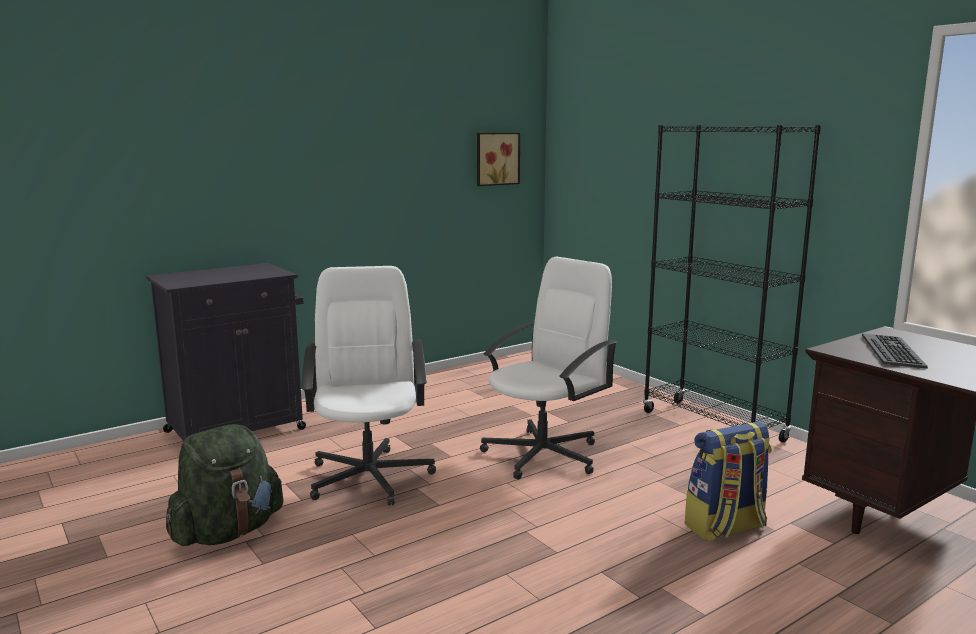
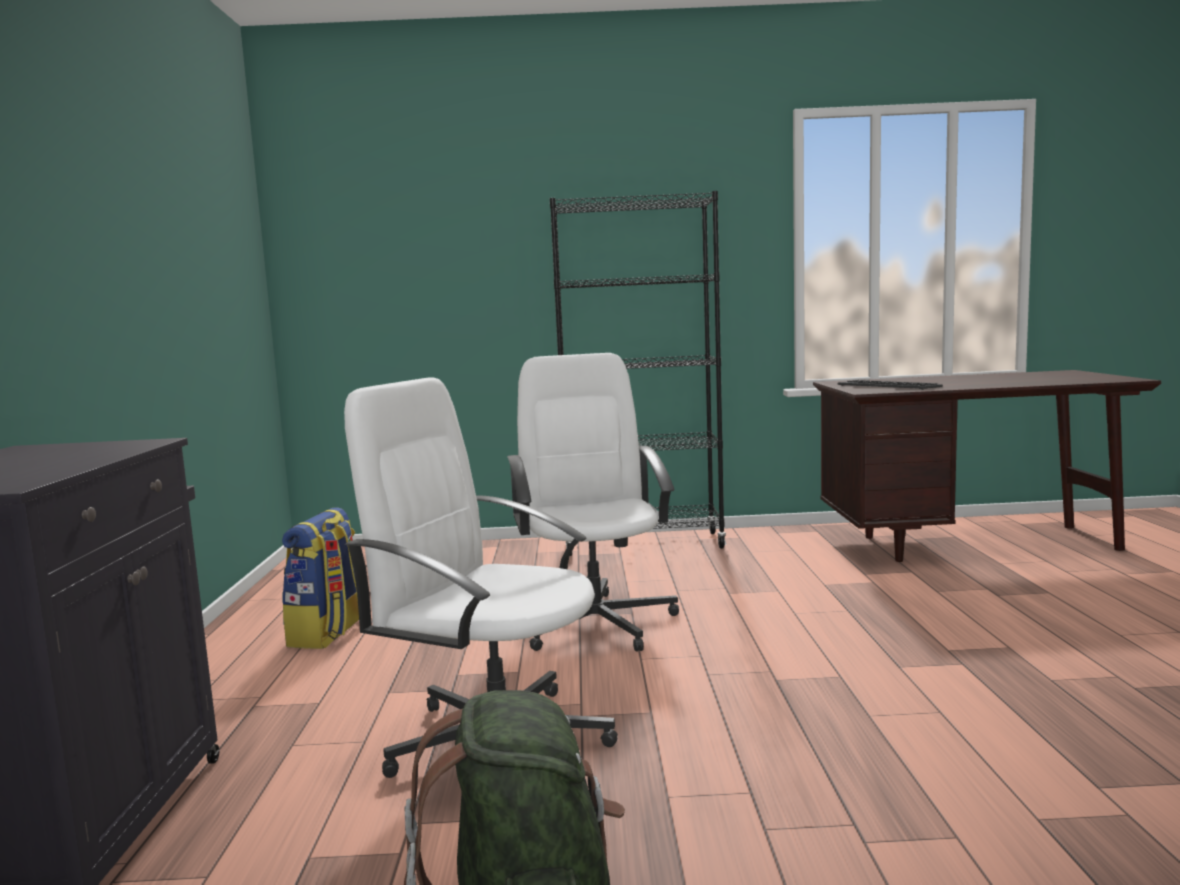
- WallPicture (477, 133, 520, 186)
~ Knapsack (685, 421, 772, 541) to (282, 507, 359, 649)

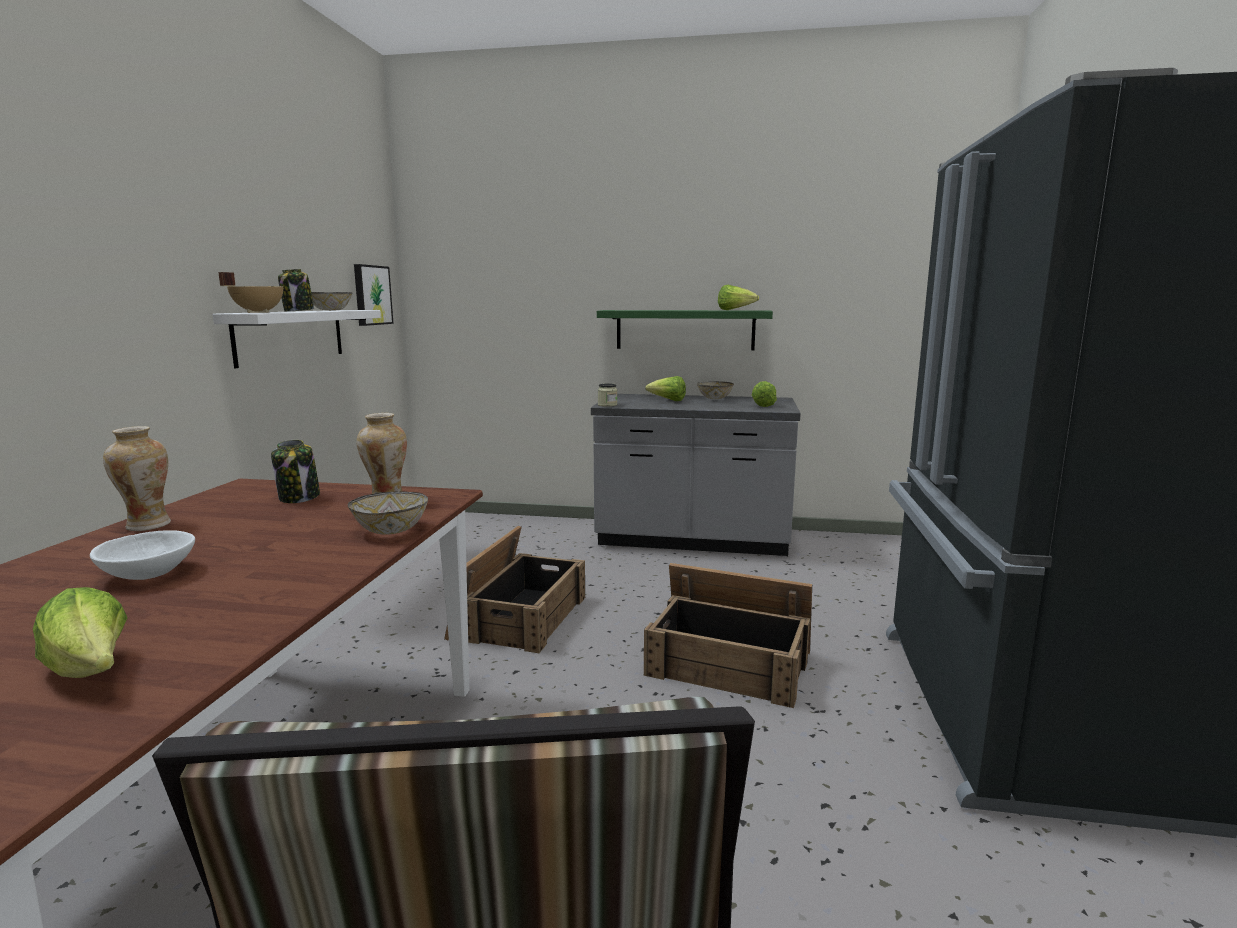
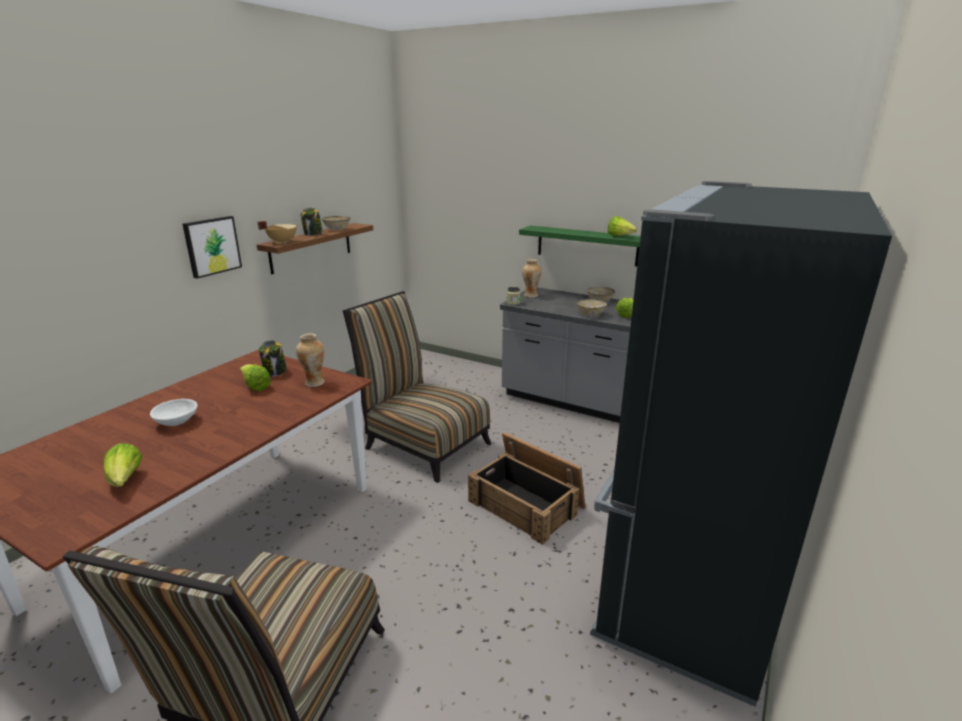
~ DecorativeVase (103, 426, 171, 531) to (522, 259, 541, 298)
~ ServingBowl (348, 491, 428, 535) to (576, 299, 607, 316)
~ WallPicture (354, 264, 393, 326) to (182, 216, 242, 279)
~ Lettuce (645, 376, 686, 401) to (240, 364, 271, 391)
~ PackingCrate (444, 526, 585, 653) to Chair (343, 291, 491, 483)
~ WhiteColouredShelf (213, 310, 381, 368) to BrownishShelf (257, 223, 373, 274)

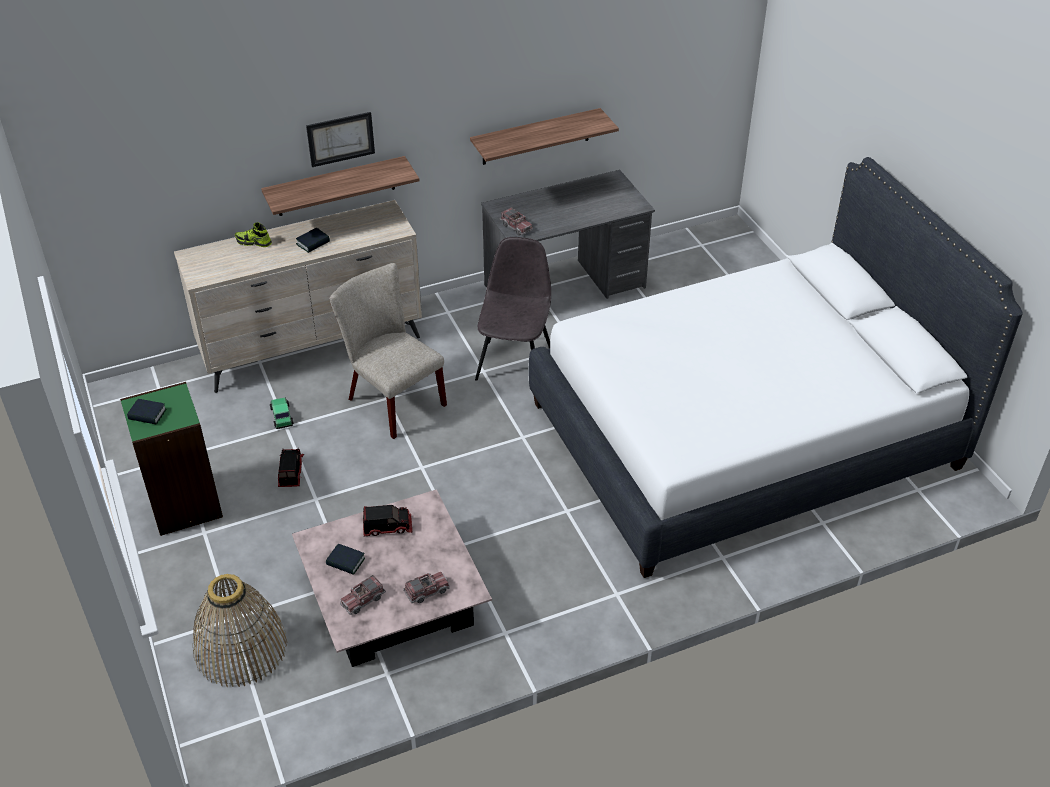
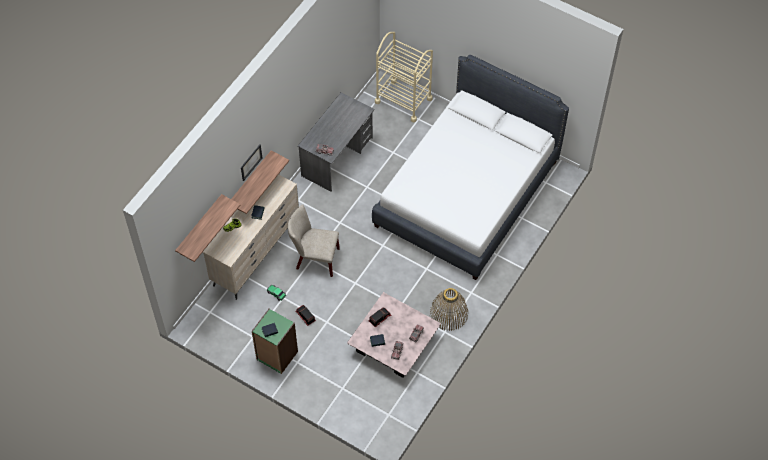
- GreyishChair (475, 237, 551, 381)
+ BeigeColouredCart (375, 32, 433, 122)
~ Basket (193, 574, 287, 687) to (430, 288, 468, 331)
~ Shelf (470, 108, 619, 165) to (175, 194, 240, 262)

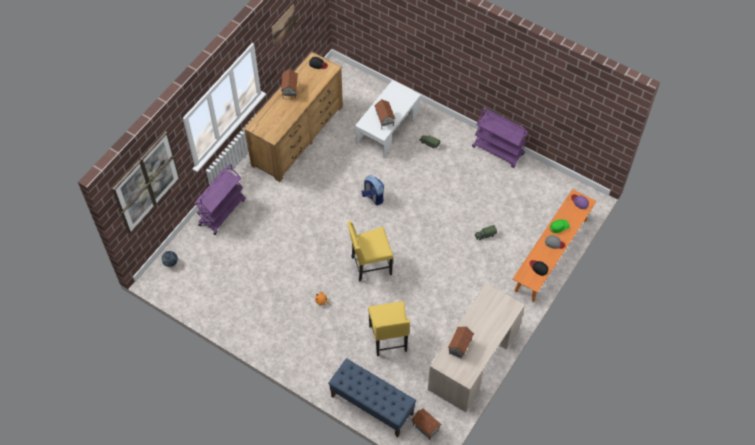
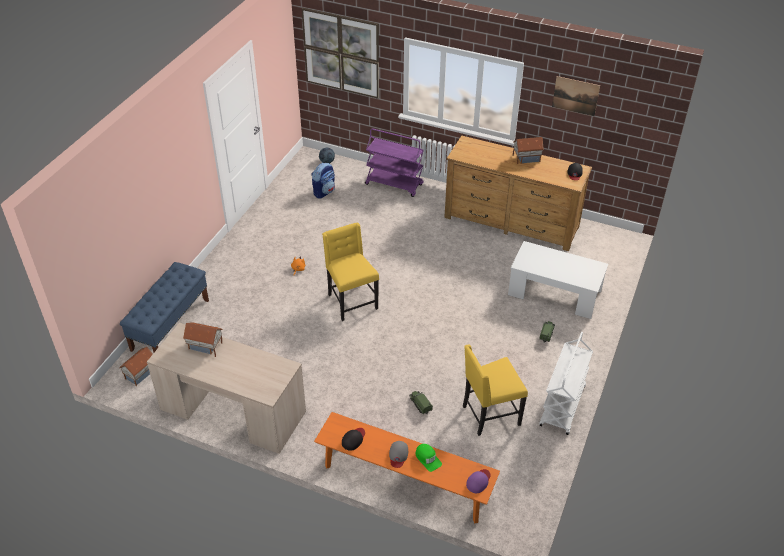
- ToyHouse (374, 99, 396, 130)
~ Knapsack (362, 175, 384, 205) to (311, 163, 335, 198)
~ YellowishChair (368, 301, 410, 356) to (463, 345, 528, 436)
~ PurpleCart (472, 108, 528, 168) to WhiteColouredCart (539, 332, 593, 435)

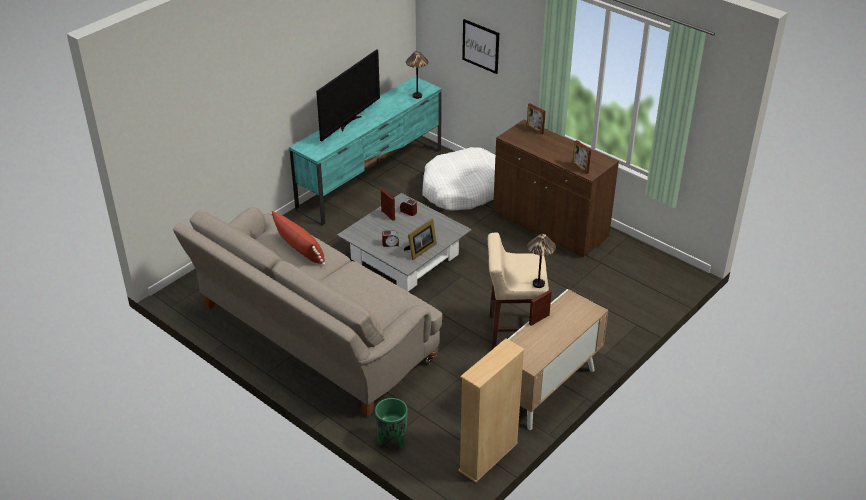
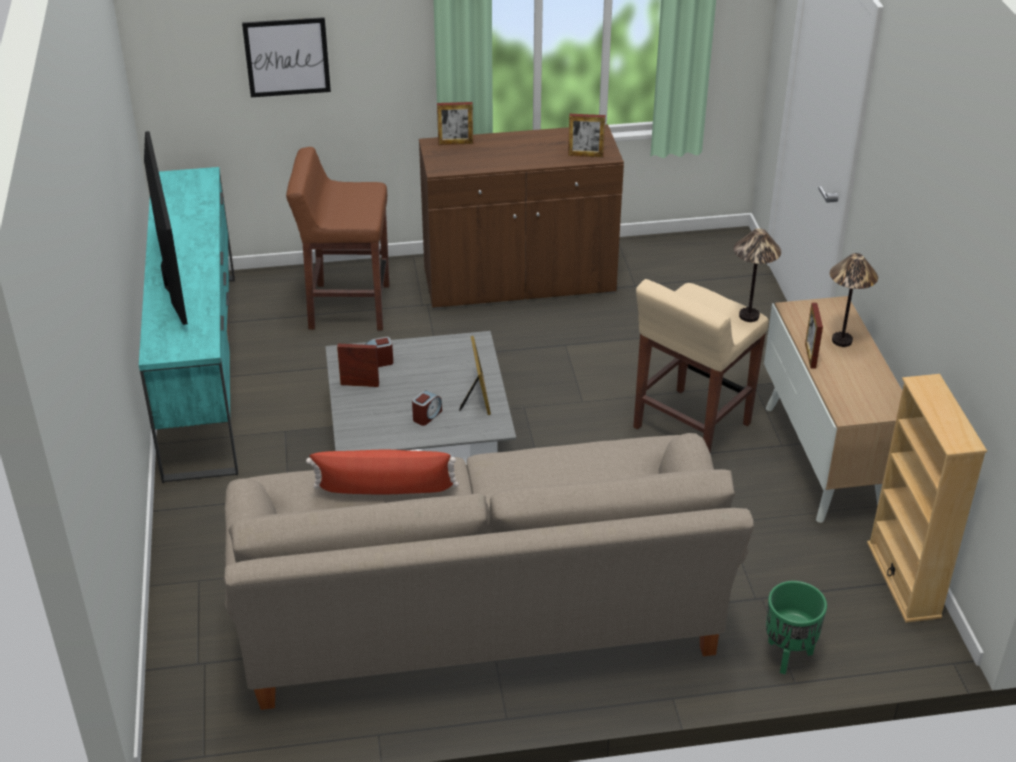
~ TableLamp (406, 51, 428, 99) to (830, 253, 878, 347)
~ WhiteColouredPetBed (422, 147, 495, 210) to BrownishStool (286, 147, 389, 331)

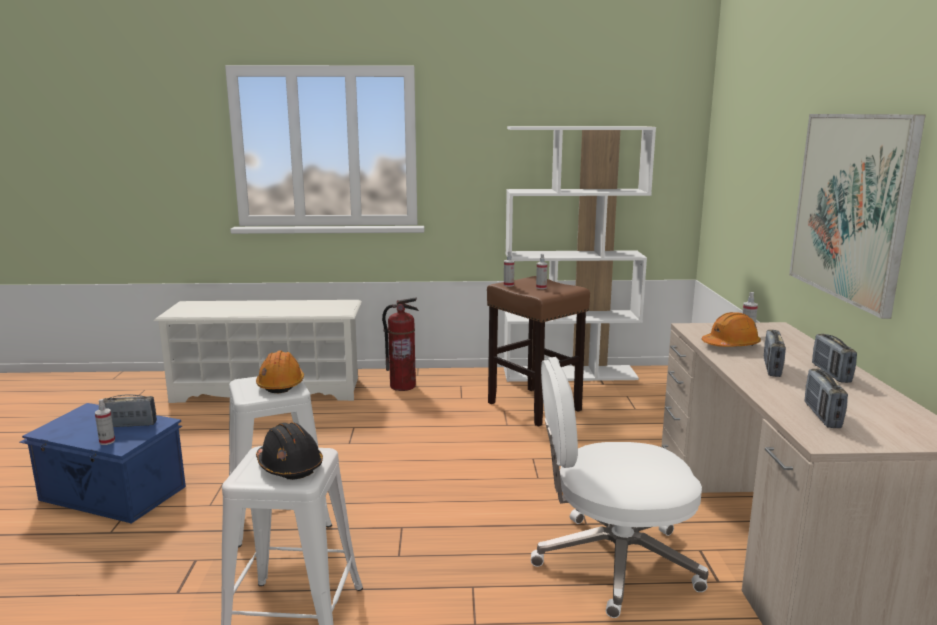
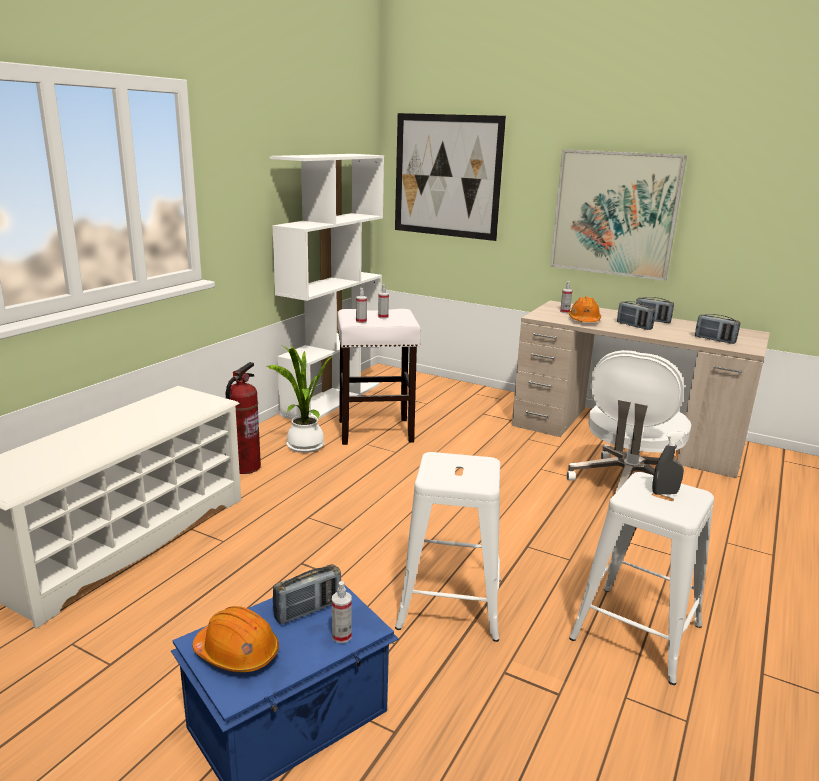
+ PlantInAPot (266, 345, 333, 453)
+ WallPicture (395, 113, 506, 241)
~ OrangeyWorkHelmet (256, 350, 304, 393) to (193, 606, 279, 672)
~ BlackColouredWorkHelmet (256, 422, 323, 480) to GreyishHandSprayer (652, 432, 688, 495)
~ BrownishStool (487, 276, 590, 427) to WhiteColouredStool (338, 309, 421, 445)
~ RadioReceiver (103, 394, 157, 427) = (273, 564, 341, 625) 150 degrees counterclockwise

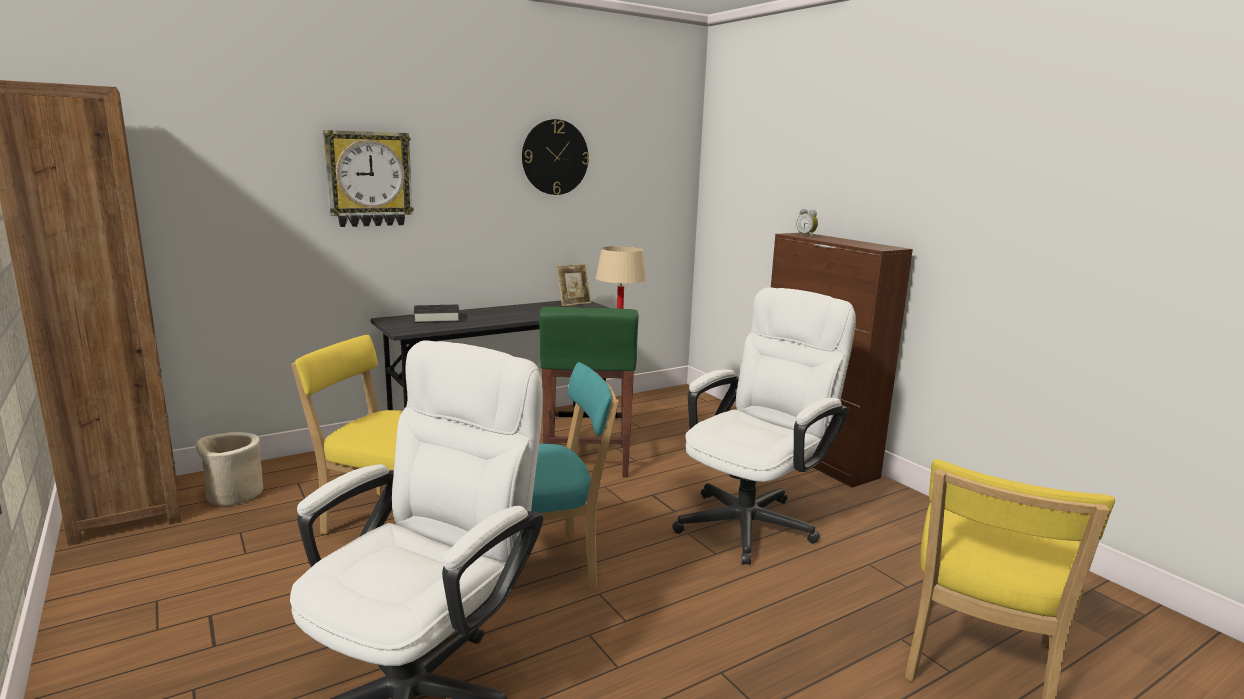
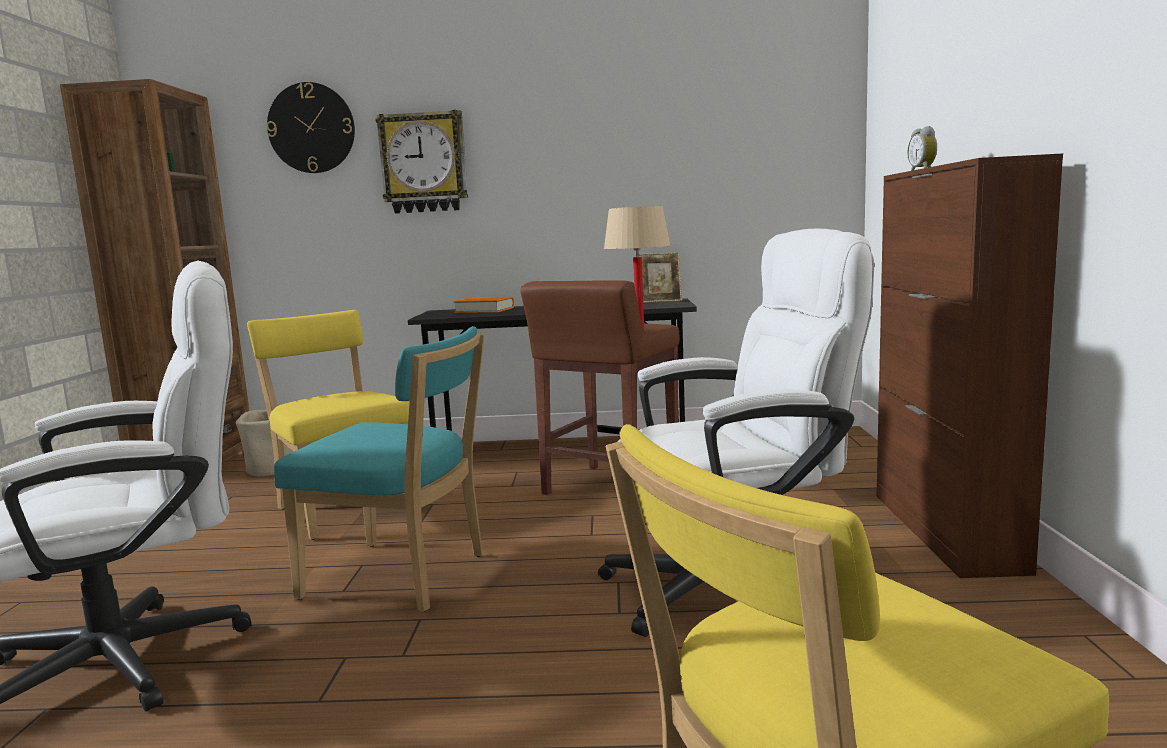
~ WallClock (522, 119, 589, 195) to (266, 82, 355, 173)
~ BlackColouredBook (414, 304, 460, 323) to OrangeyBook (453, 297, 514, 313)
~ GreenishStool (539, 307, 639, 477) to BrownishStool (520, 280, 679, 495)

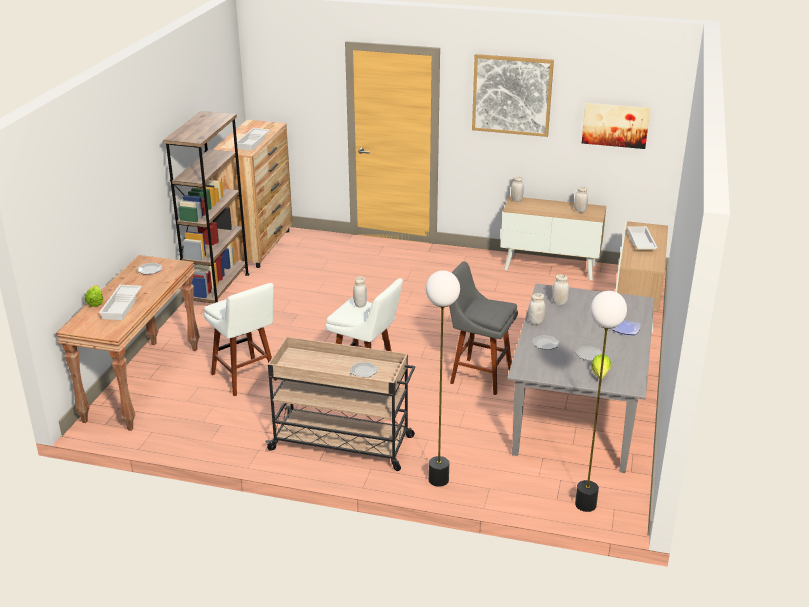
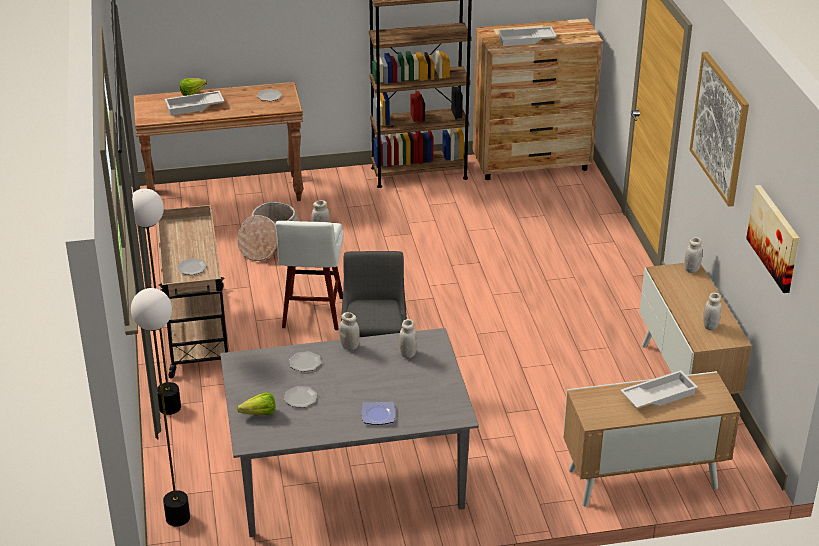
~ WhiteColouredStool (204, 283, 278, 396) to Basket (237, 202, 300, 261)

